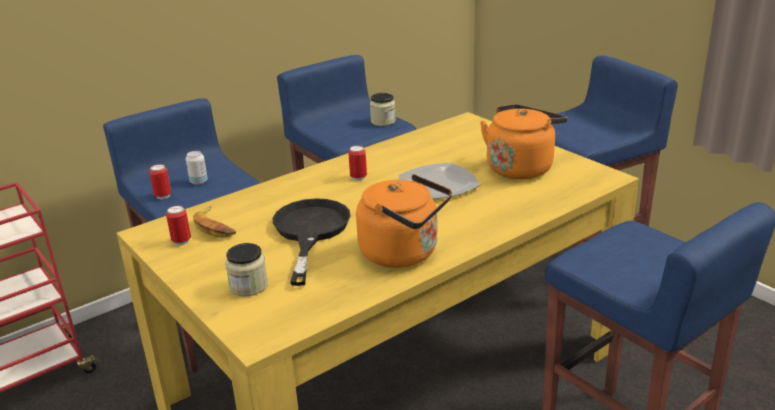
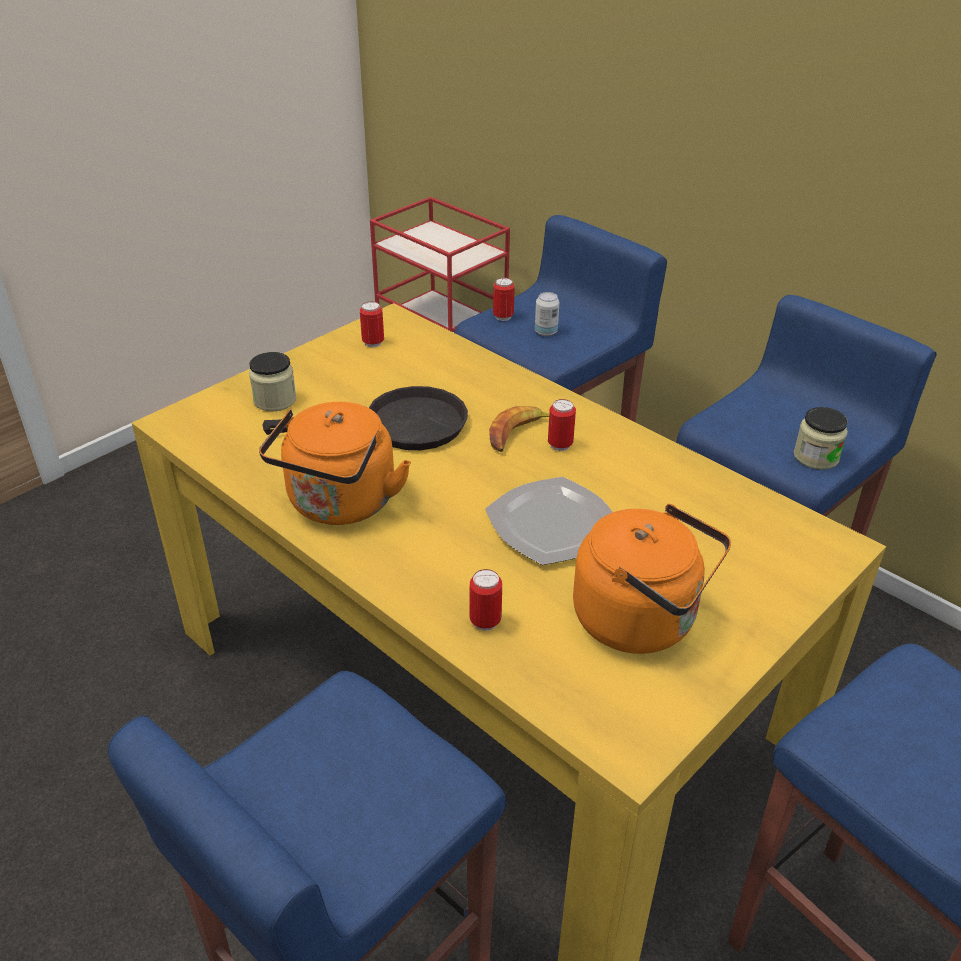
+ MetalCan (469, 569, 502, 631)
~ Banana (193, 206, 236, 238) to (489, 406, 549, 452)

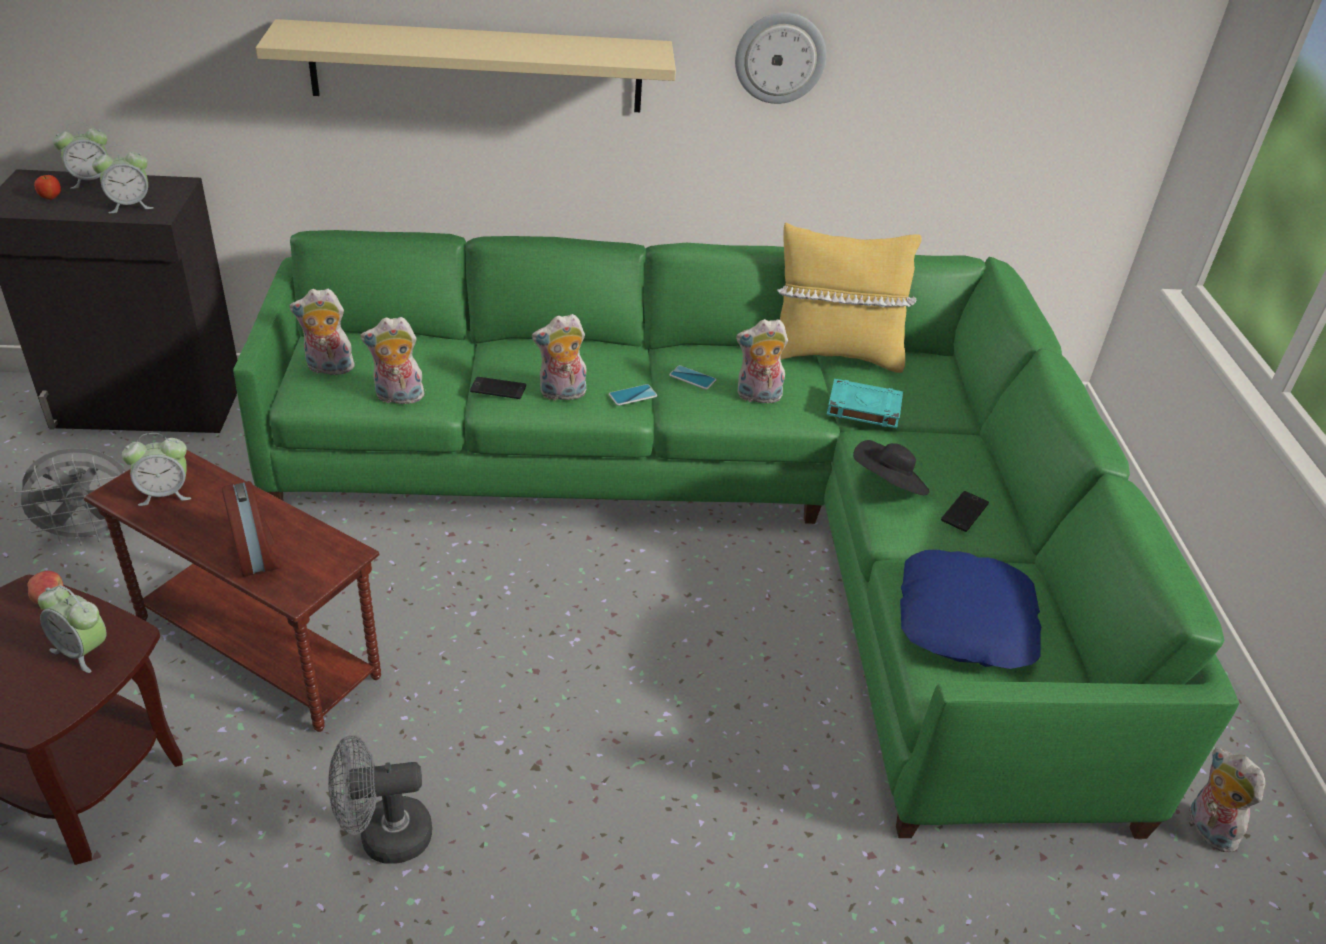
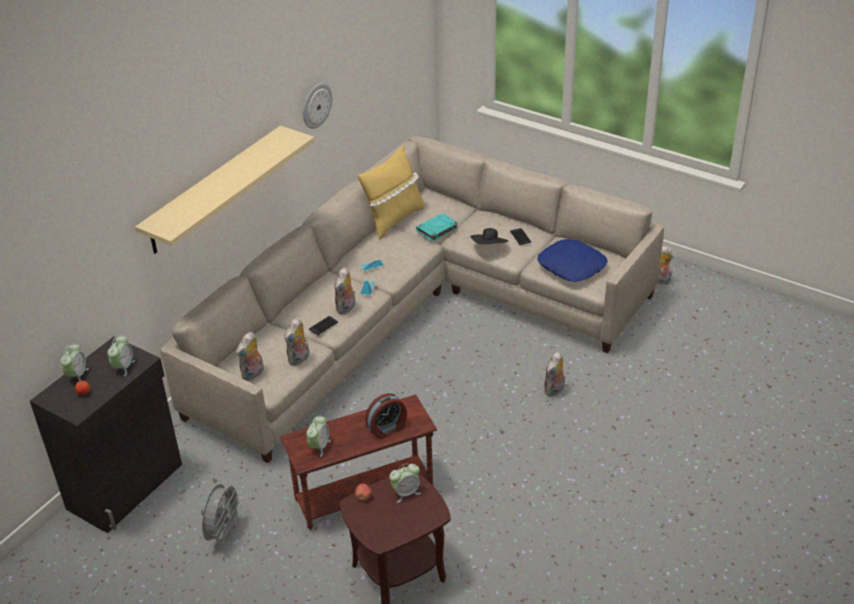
- GreyishElectricFan (328, 735, 432, 864)
~ CuddlyToy (736, 319, 788, 404) to (544, 351, 566, 397)
~ GreenishSofa (233, 230, 1239, 839) to BeigeColouredSofa (160, 136, 664, 463)
~ BedsideClock (222, 481, 281, 577) = (365, 393, 407, 439) 135 degrees clockwise

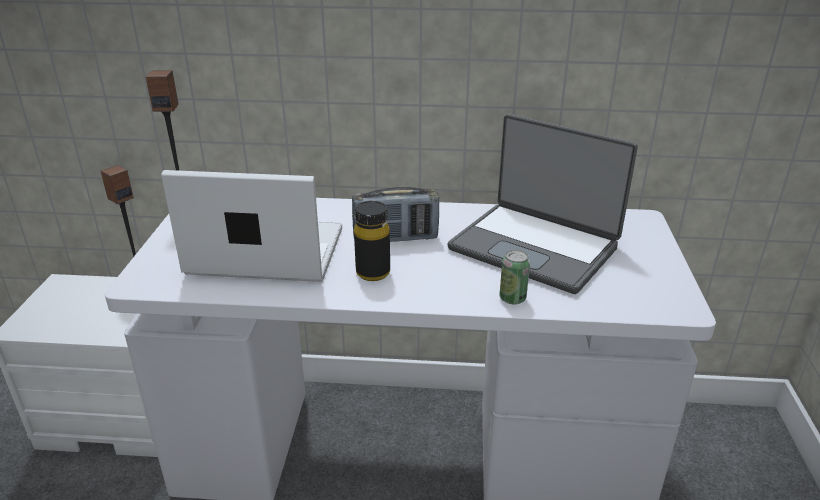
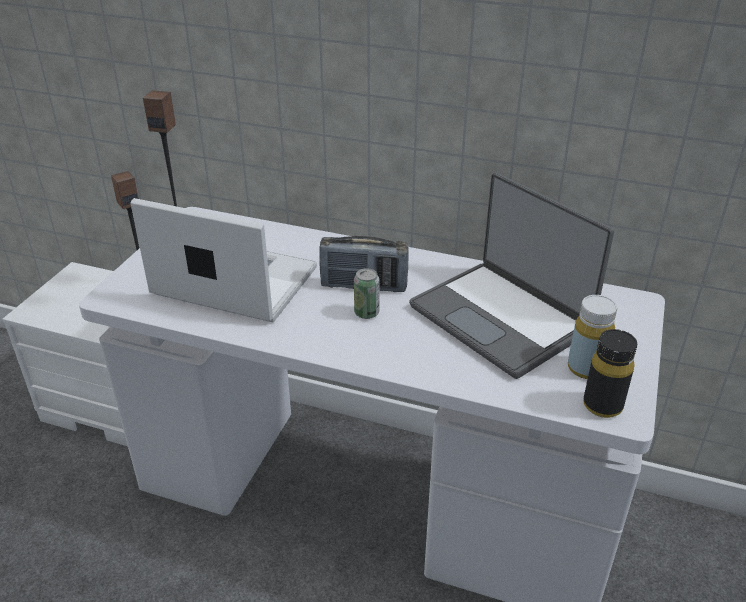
+ YellowishBeverageBottle (568, 295, 617, 379)
~ BlackColouredBeverageBottle (354, 201, 390, 281) to (583, 329, 637, 418)
~ MetalCan (499, 250, 530, 304) to (354, 268, 380, 319)

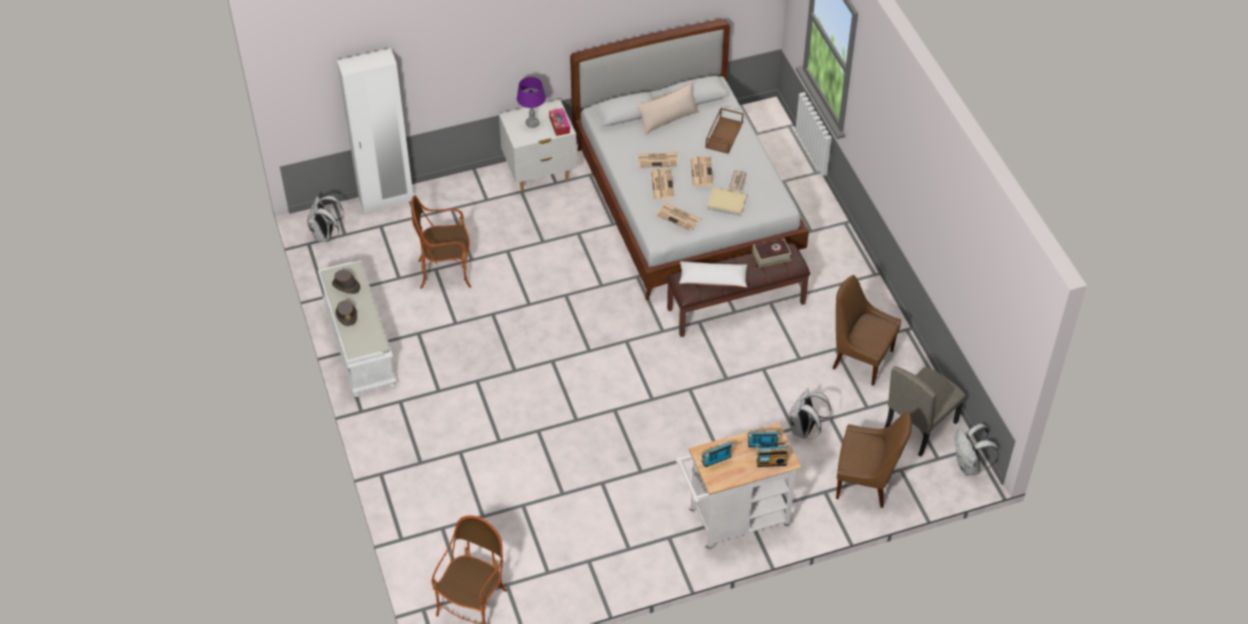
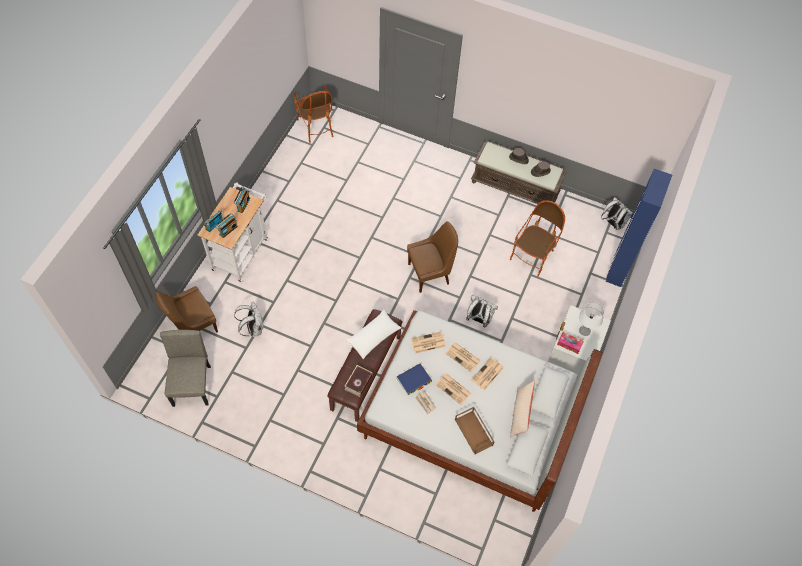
~ BrownishChair (833, 275, 901, 386) to (407, 221, 458, 293)
~ WhiteColouredKnapsack (954, 423, 999, 476) to (466, 295, 498, 327)
~ WhiteColouredIndoorBench (318, 260, 397, 397) to BrownishIndoorBench (471, 140, 567, 204)
~ WhiteColouredArmoire (337, 48, 413, 213) to BlueArmoire (606, 169, 672, 287)
~ PurpleTableLamp (517, 77, 546, 128) to WhiteColouredTableLamp (579, 302, 604, 336)
~ BeigeColouredBook (707, 188, 747, 216) to BlueBook (396, 363, 432, 395)

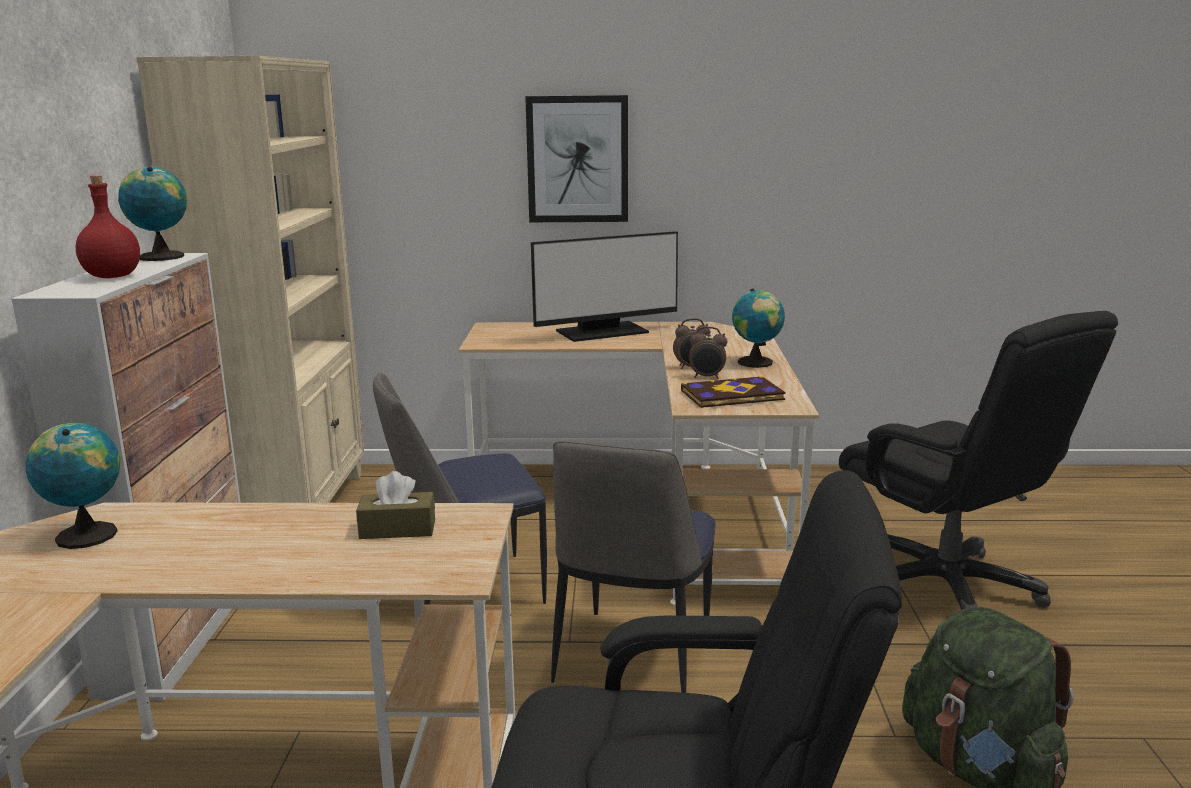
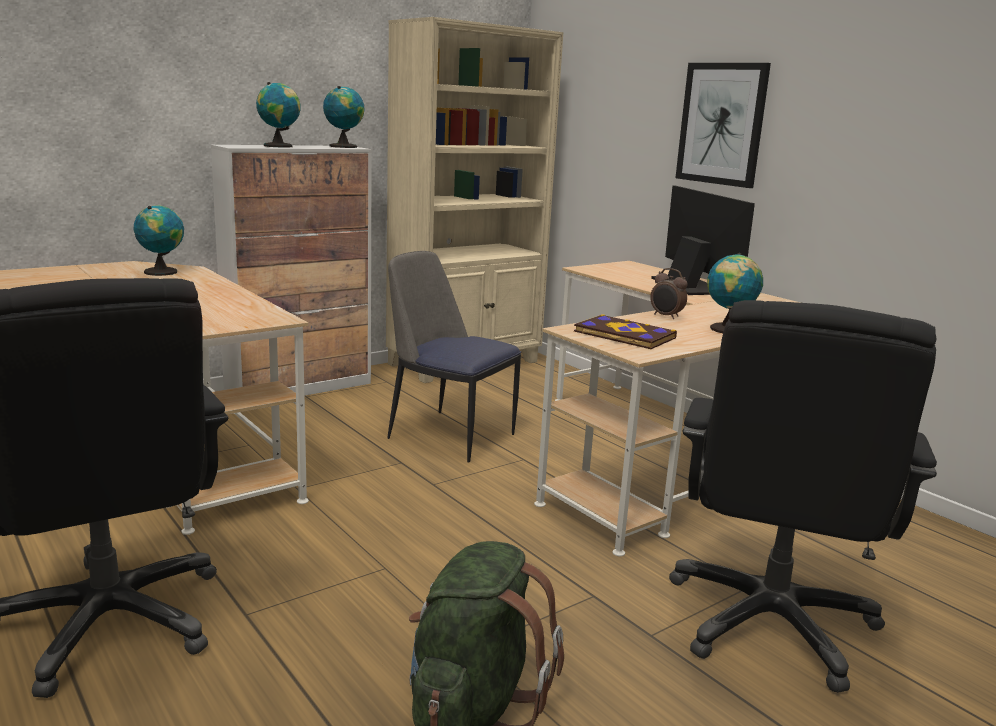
- BrownishTissueHolder (356, 471, 435, 539)
- Chair (551, 441, 715, 693)
- BedsideClock (689, 326, 727, 379)
~ RedBeverageBottle (76, 175, 140, 278) to DeskGlobe (256, 82, 301, 148)
~ Monitor (531, 231, 678, 342) = (651, 186, 755, 295) 135 degrees counterclockwise

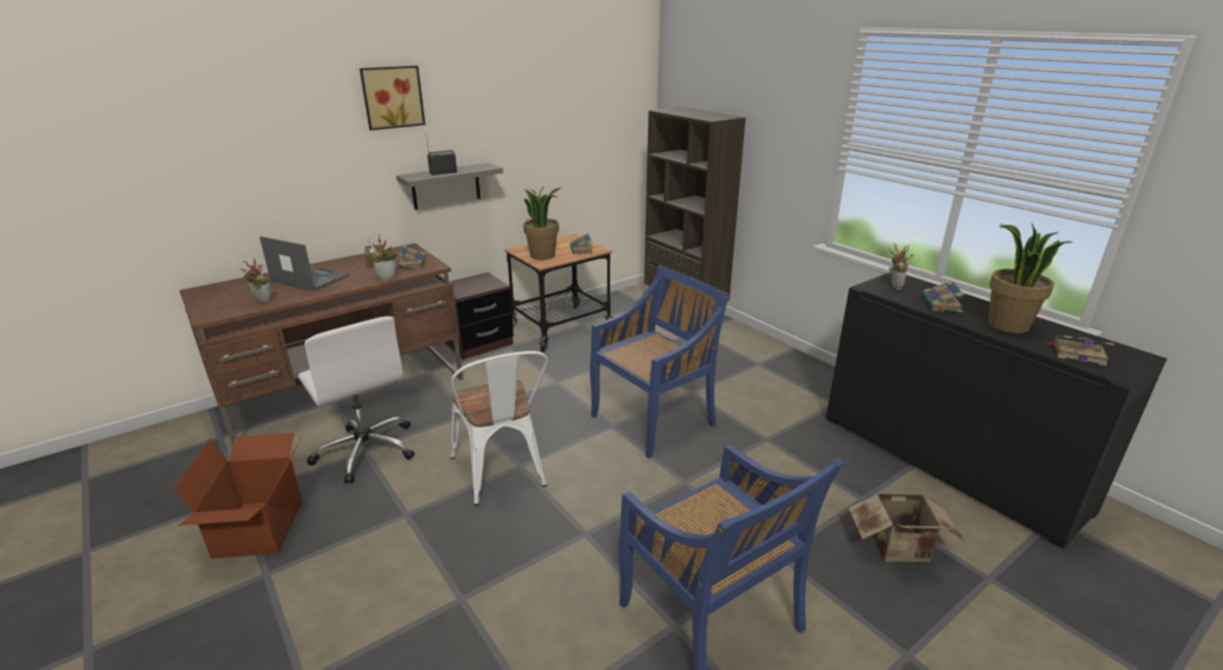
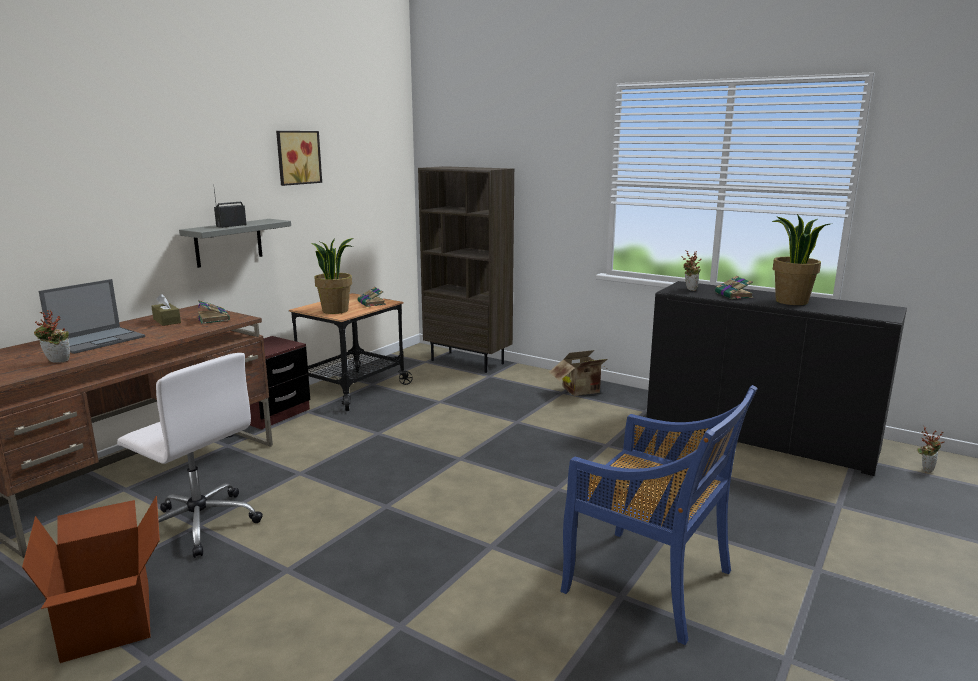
- WhiteColouredChair (450, 351, 548, 506)
- BlueChair (590, 265, 730, 459)
- Book (1046, 336, 1114, 366)
~ WallPicture (359, 66, 425, 130) to (276, 131, 322, 186)
~ PlantInAPot (371, 235, 398, 280) to (917, 427, 944, 473)
~ Carton (849, 494, 964, 562) to (549, 350, 609, 396)
~ NotebookComputer (260, 236, 349, 291) = (39, 279, 145, 354) 120 degrees clockwise

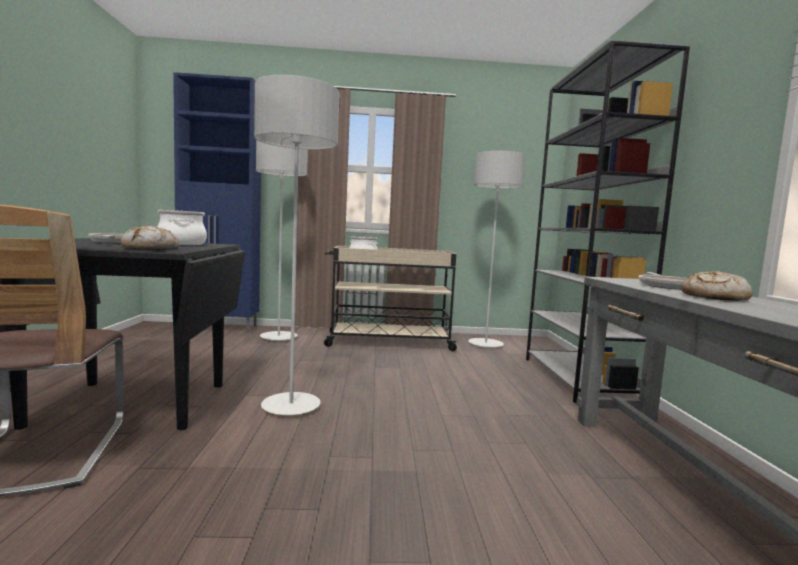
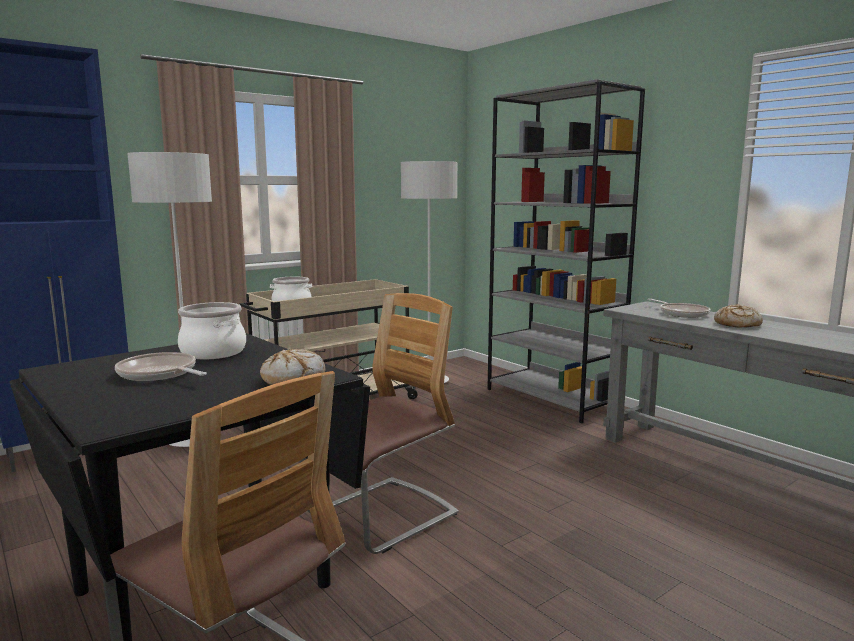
~ GreyishFloorLamp (254, 75, 340, 415) to Chair (300, 293, 459, 554)

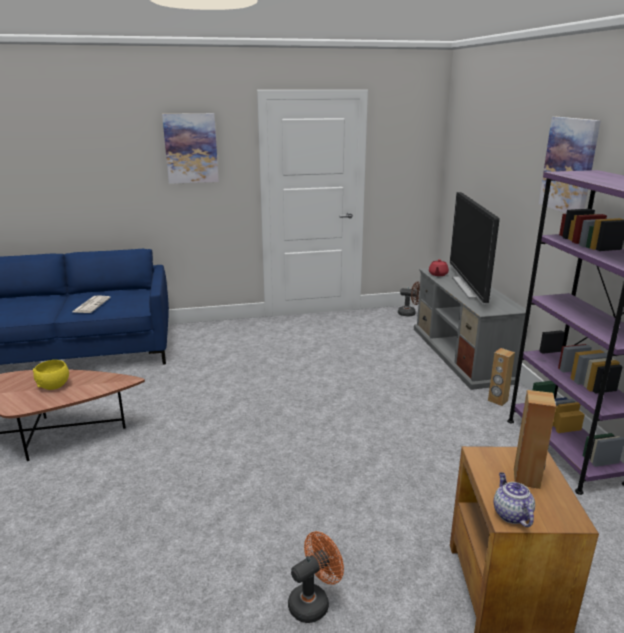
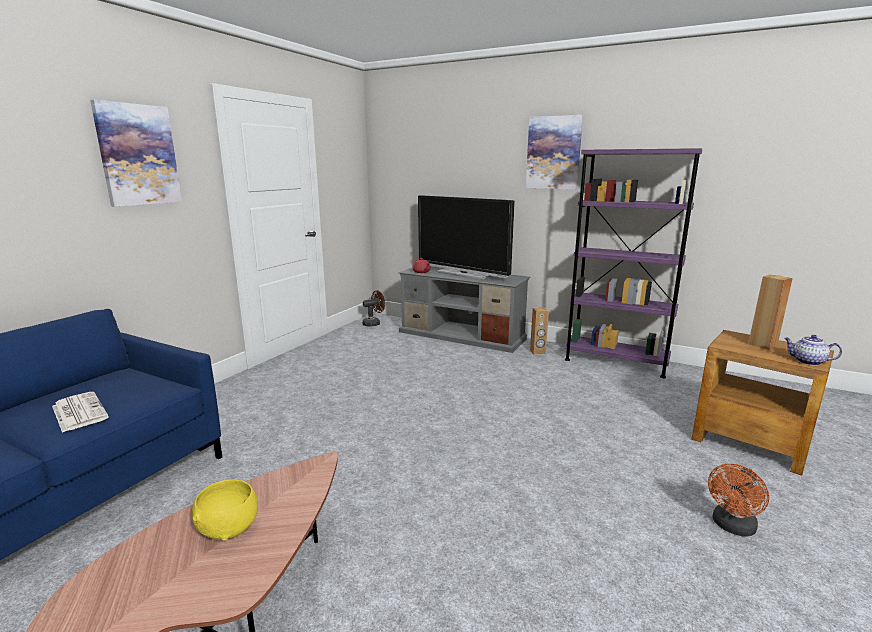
~ OrangeyElectricFan (288, 531, 344, 623) = (708, 463, 769, 537) 135 degrees counterclockwise

